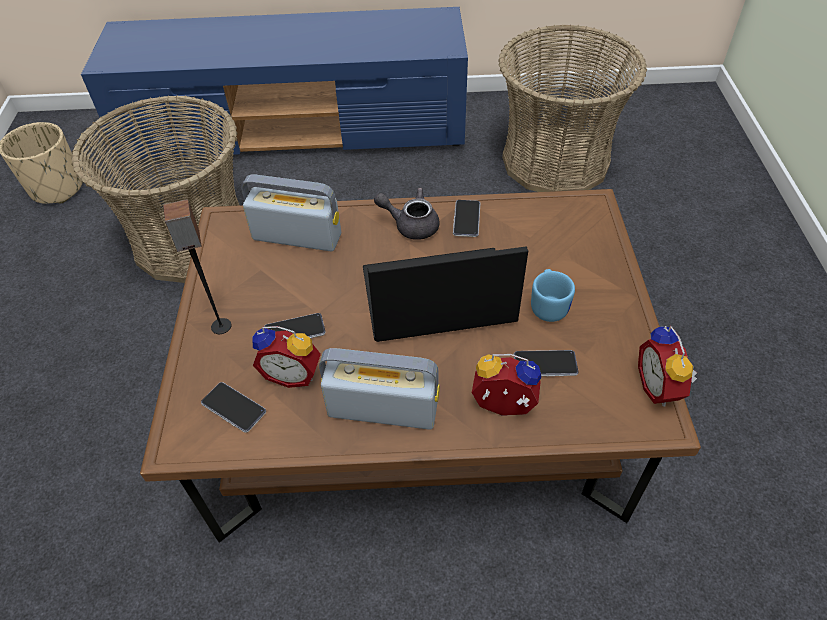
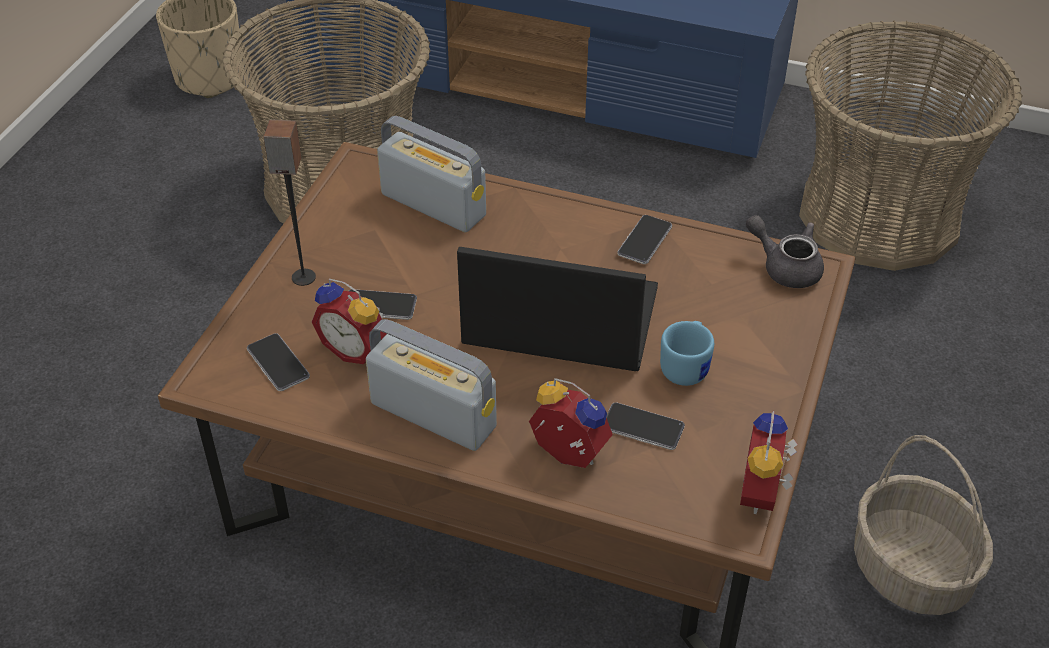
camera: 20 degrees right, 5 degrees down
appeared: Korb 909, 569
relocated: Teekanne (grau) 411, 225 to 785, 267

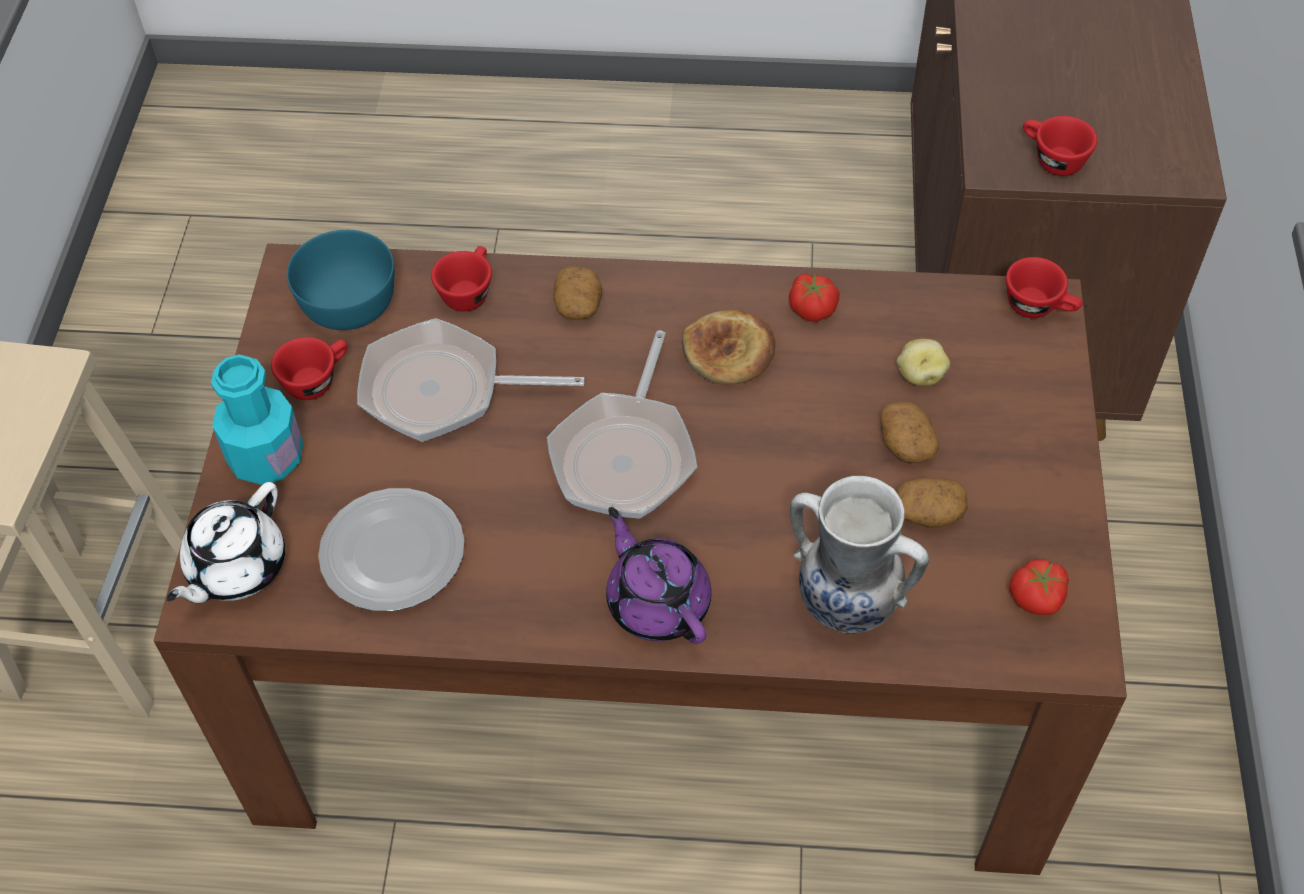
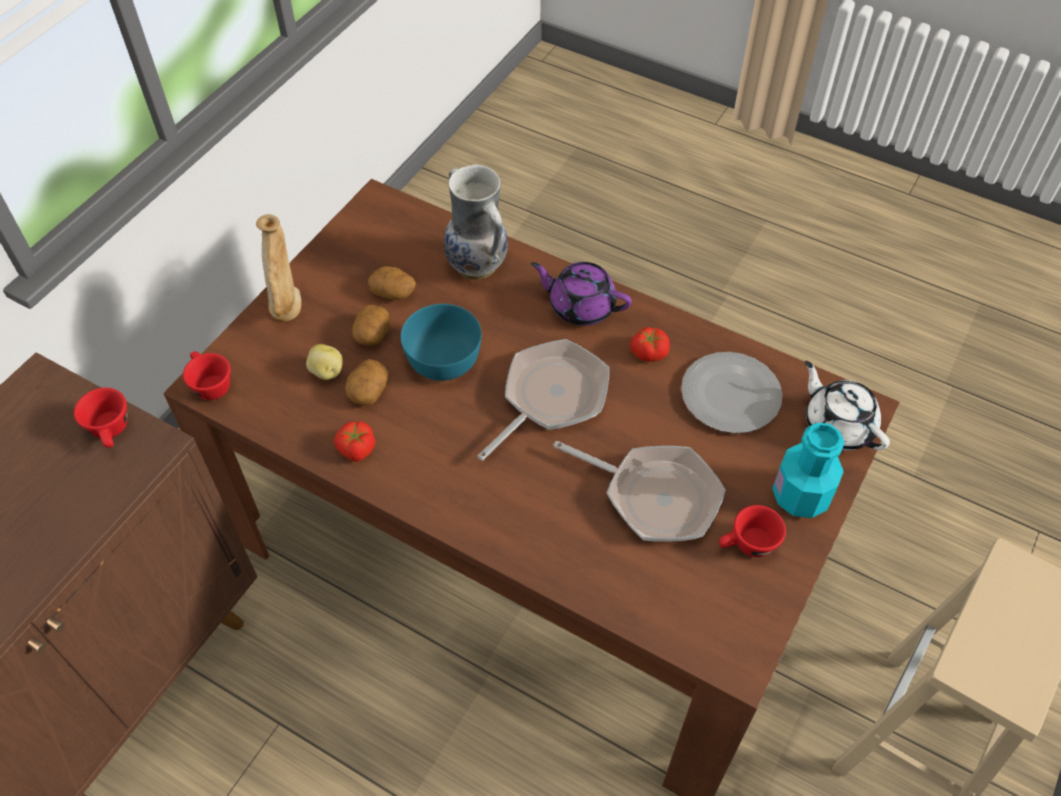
camera: 155 degrees left, 0 degrees up
missing: Tasse (rot) 468, 291; Brot 728, 352
appeared: Vase (beige) 285, 304
relocated: Schüssel (türkis) 347, 302 to 444, 359; Kartoffel 578, 305 to 368, 390; Tomate 1037, 597 to 648, 352
spun: Teekanne (weiß) 235, 568 = 838, 425 90 degrees counterclockwise; Teekanne (lila) 657, 602 = 581, 306 120 degrees clockwise

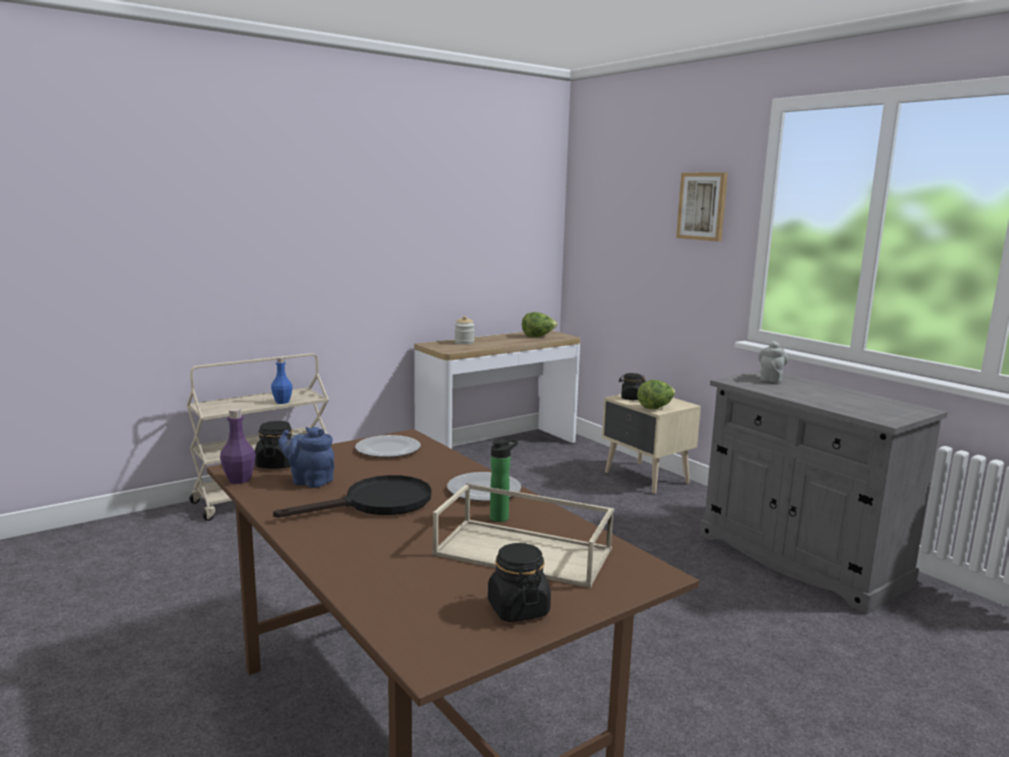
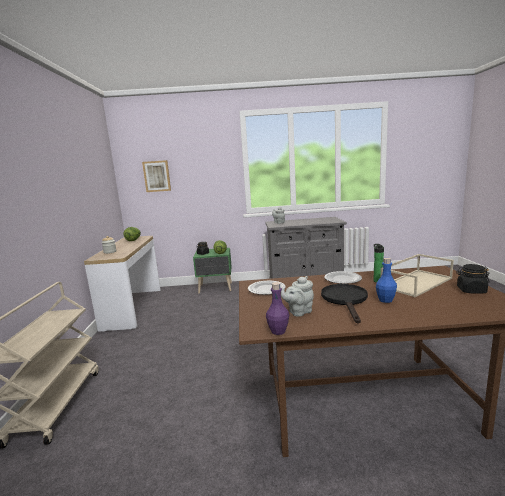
camera: 55 degrees left, 0 degrees up
missing: Vorratsglas (schwarz) 277, 464
relocated: Flasche (blau) 282, 402 to 385, 300; Bild 702, 206 to 157, 176
colour: Teekanne (blau) 309, 481 to Teekanne (grau) 298, 312; Nachttisch (beige) 646, 478 to Nachttisch (grün) 216, 288

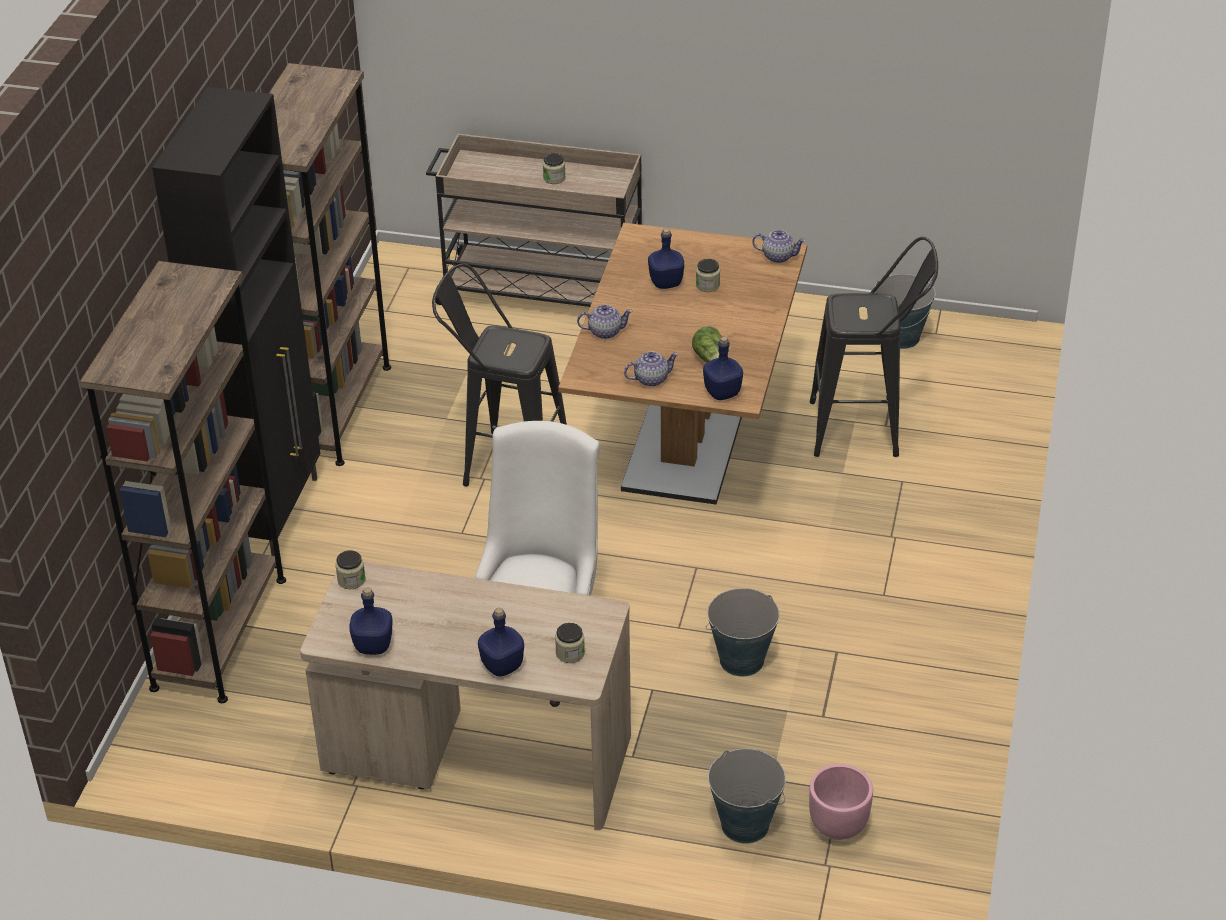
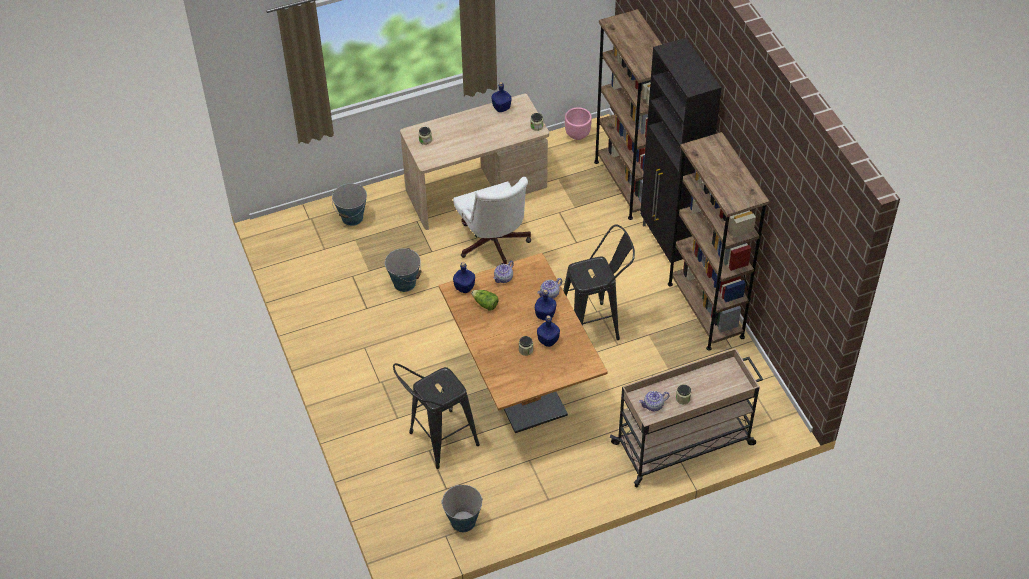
camera: 145 degrees right, 10 degrees up
relocated: Flasche (blau) 501, 666 to 545, 315; Teekanne 778, 256 to 653, 405; Pflanzkübel (rosa) 838, 828 to 577, 134

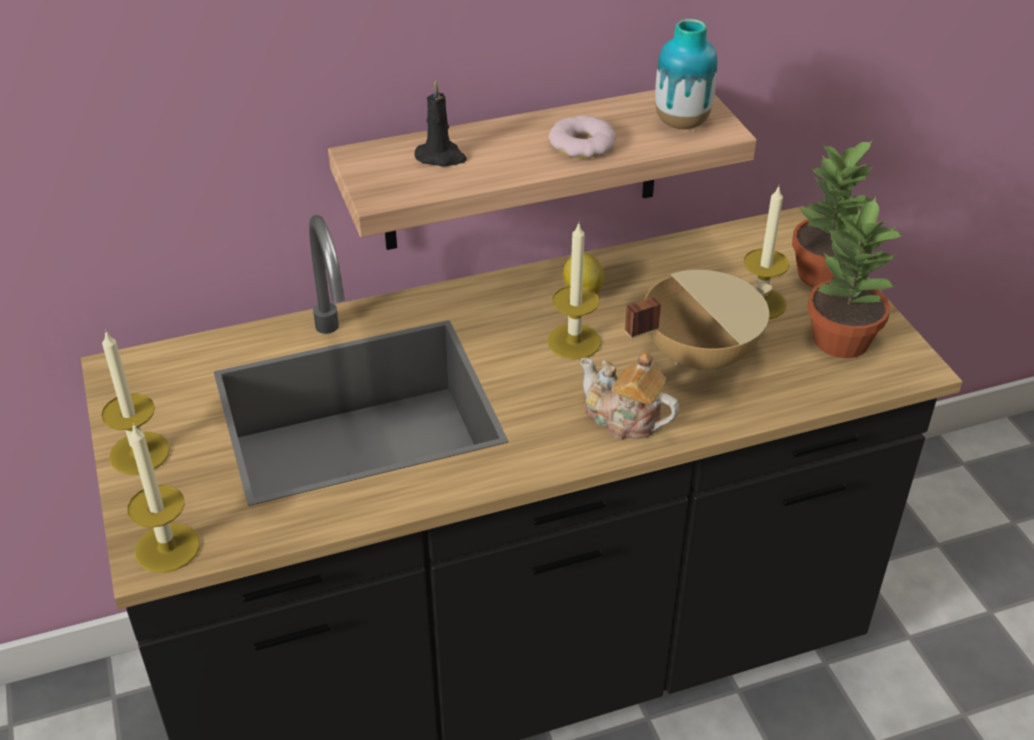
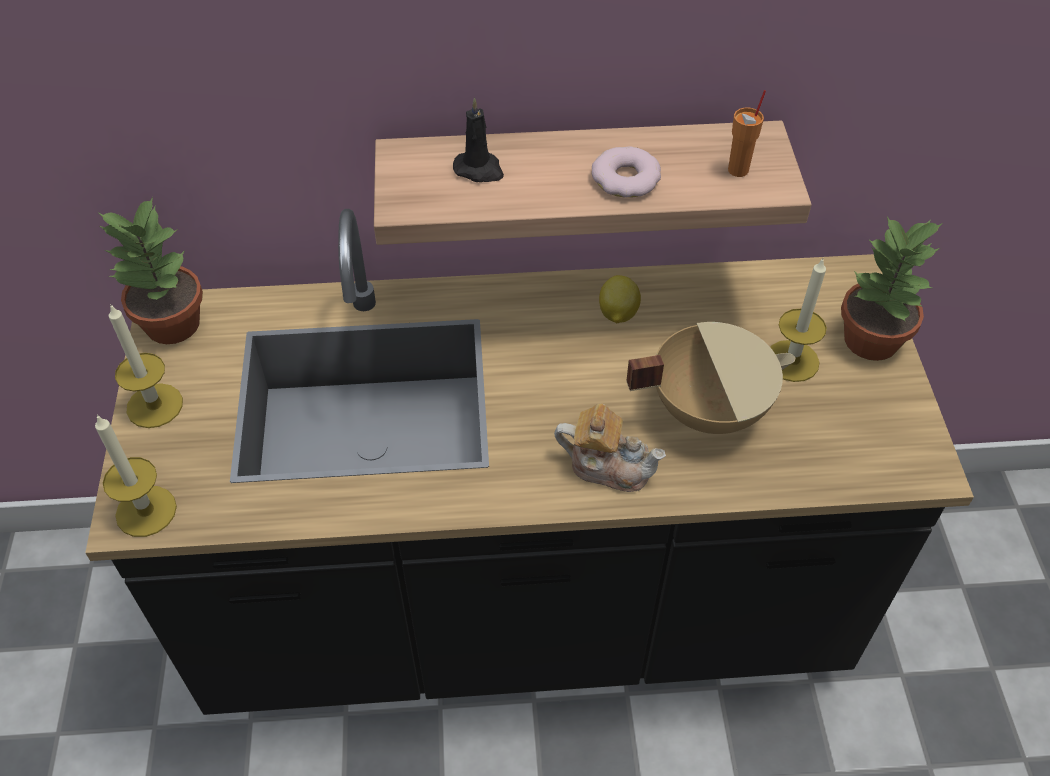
camera: 15 degrees right, 10 degrees up
missing: Kerze 574, 341
relocated: Topfpflanze 839, 341 to 171, 324
exchanged: Vase 681, 123 to Tasse (orange) 739, 170
spun: Teekanne 623, 419 = 608, 466 150 degrees clockwise

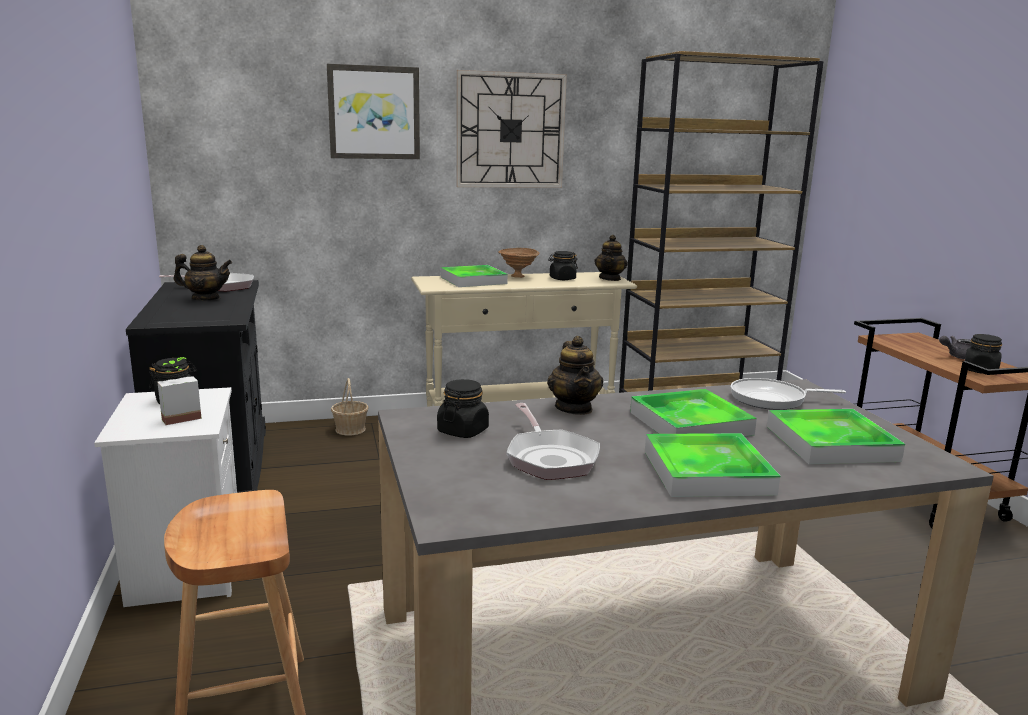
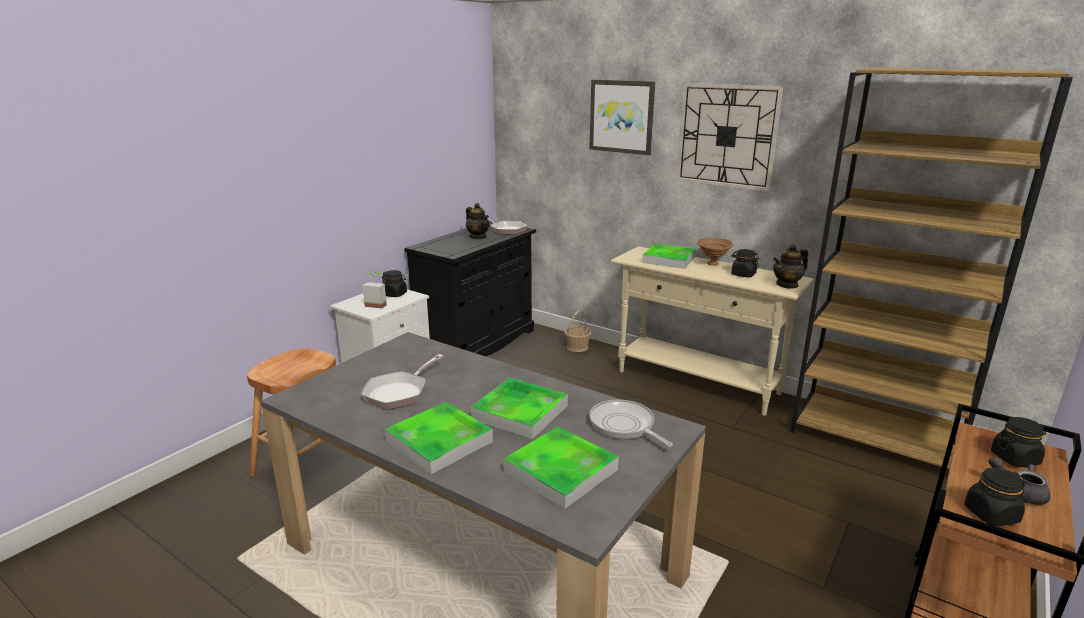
camera: 50 degrees right, 5 degrees up
missing: Teekanne 574, 408
relocated: Vorratsglas (schwarz) 463, 431 to 1015, 458

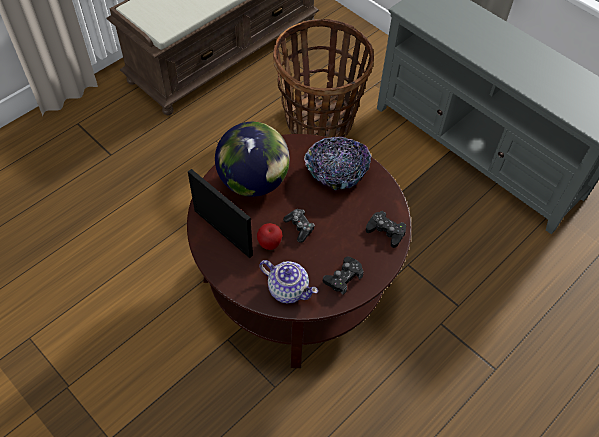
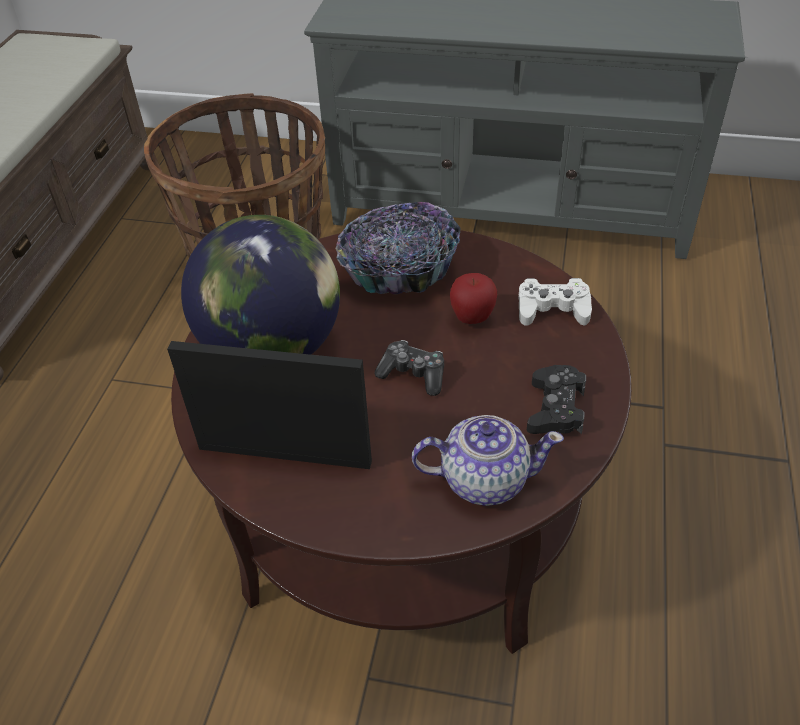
camera: 30 degrees left, 10 degrees down
relocated: Apfel 269, 244 to 472, 318
colour: Gamepad (schwarz) 386, 231 to Gamepad (weiß) 552, 309

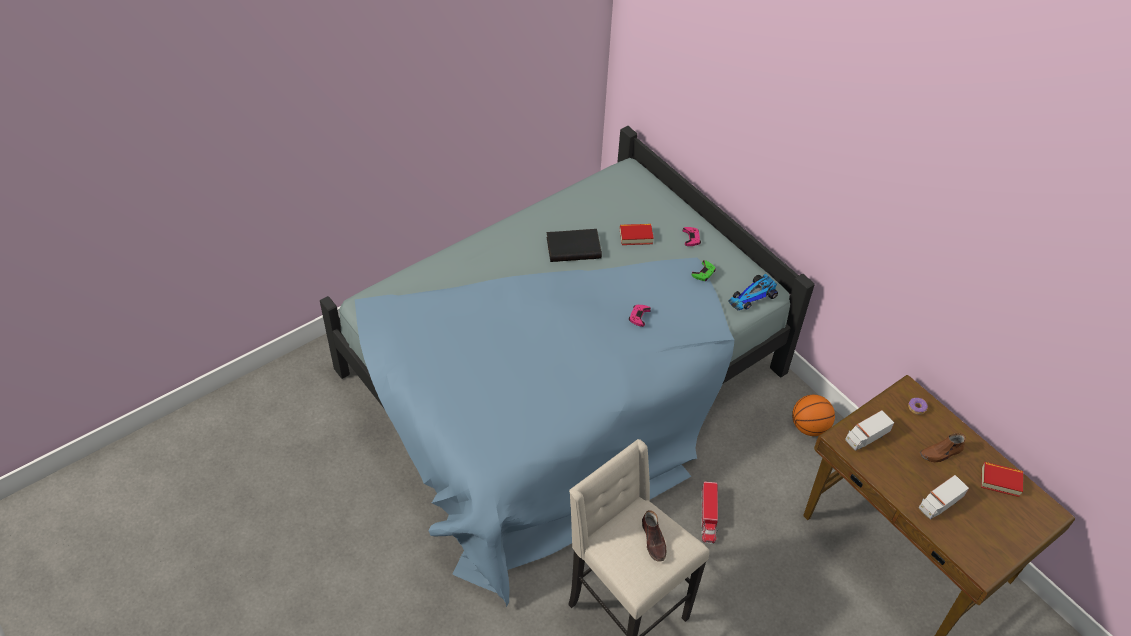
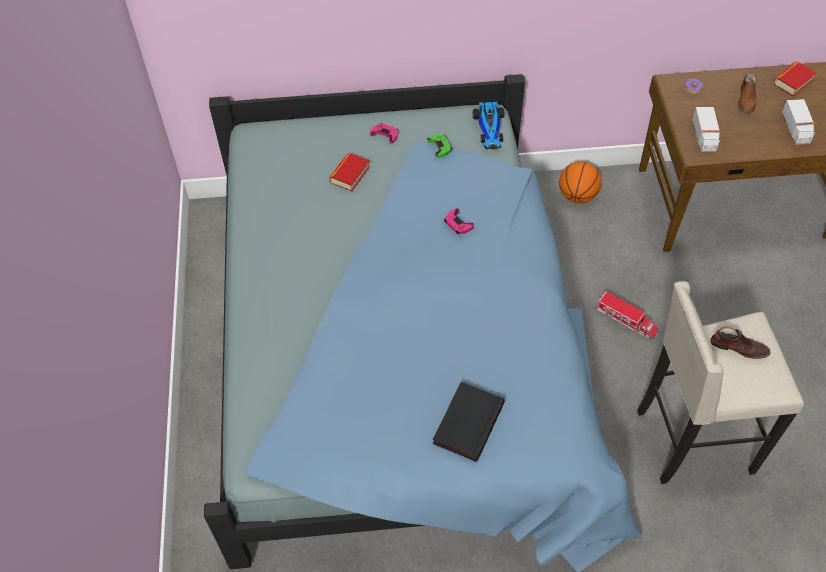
camera: 55 degrees left, 5 degrees up
relocated: Buch (schwarz) 573, 247 to 467, 422

